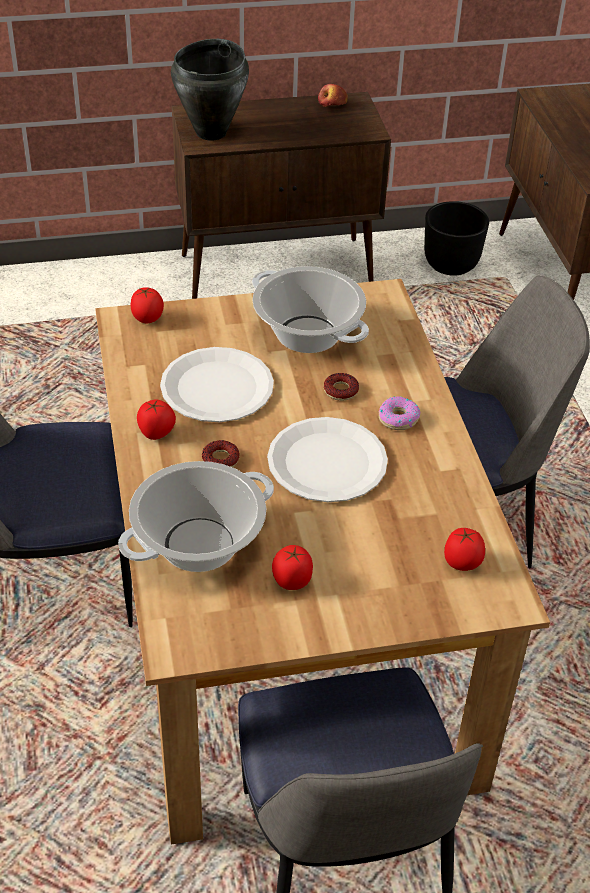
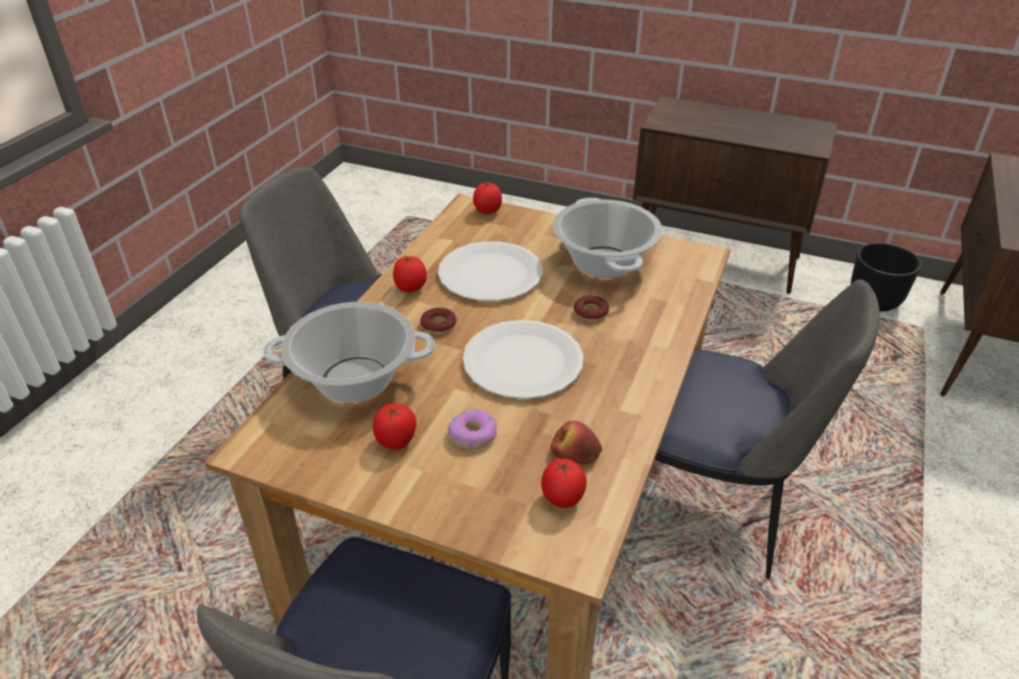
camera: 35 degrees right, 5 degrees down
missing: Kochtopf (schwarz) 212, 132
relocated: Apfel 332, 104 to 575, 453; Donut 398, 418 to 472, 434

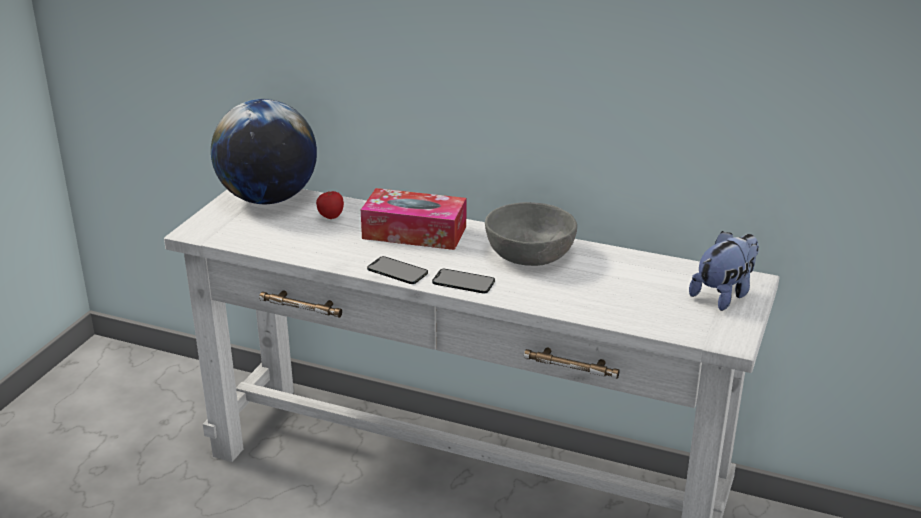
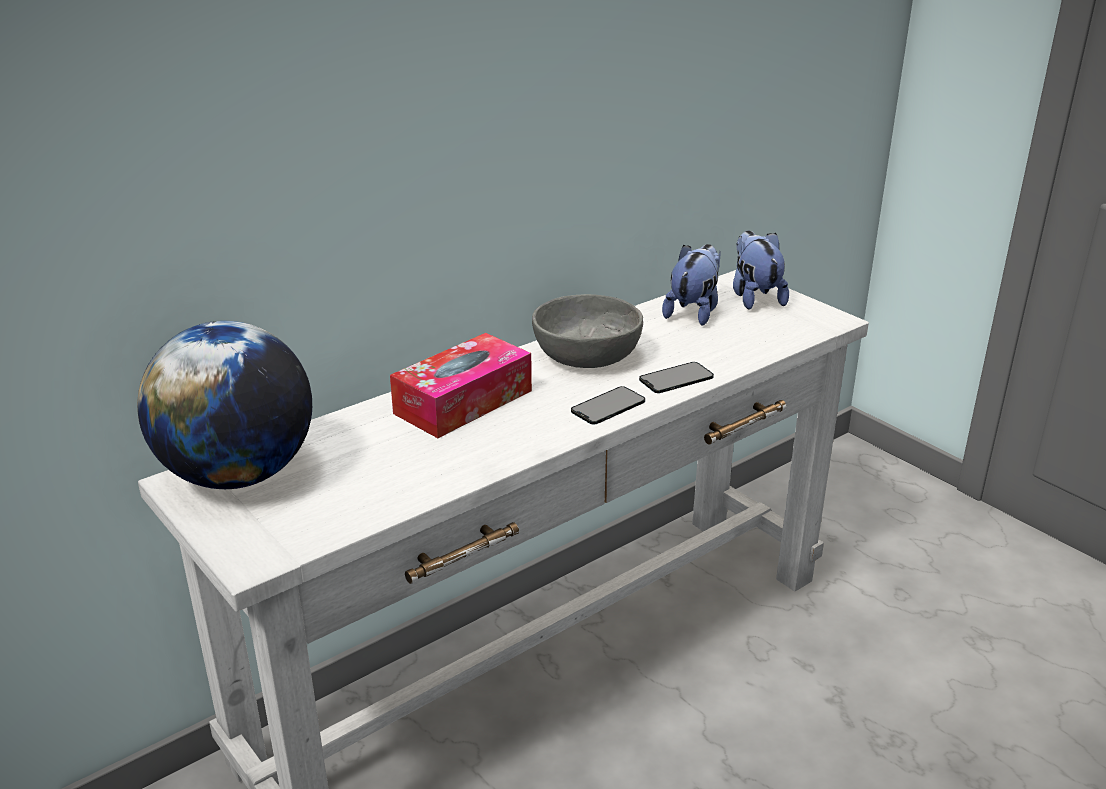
camera: 60 degrees left, 0 degrees up
missing: Apfel 330, 217
appeared: Plüschtier 693, 312
relocated: Handy 397, 271 to 676, 378

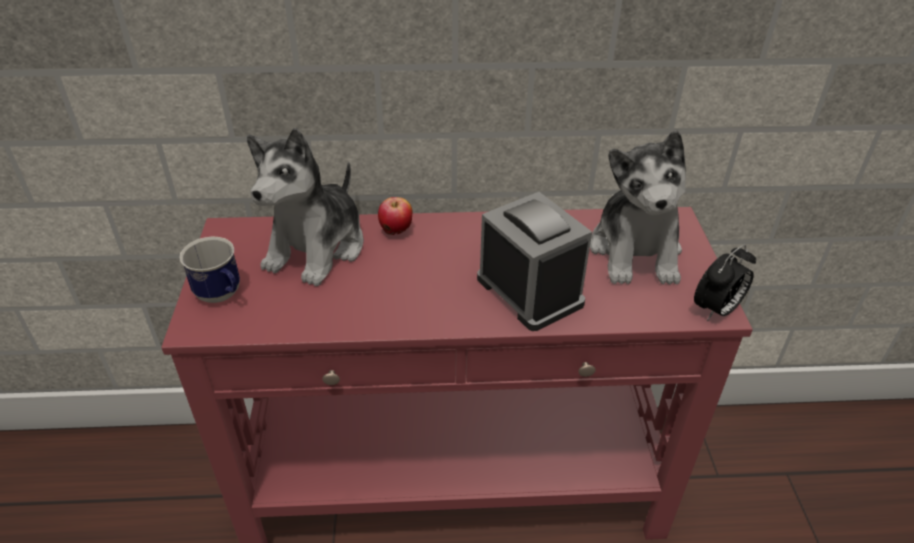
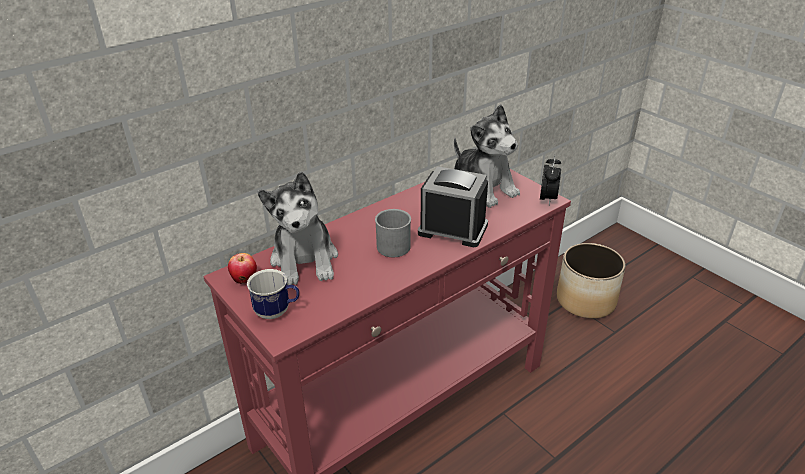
camera: 35 degrees left, 5 degrees down
appeared: Henkelbecher (grau) 395, 244; Pflanzkübel 586, 300
relocated: Apfel 396, 231 to 245, 280

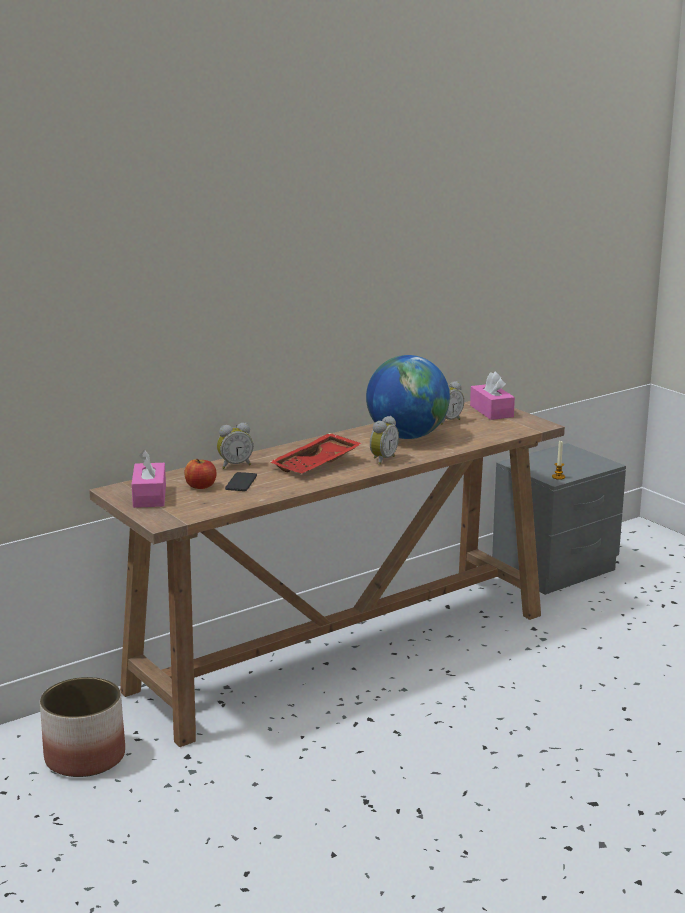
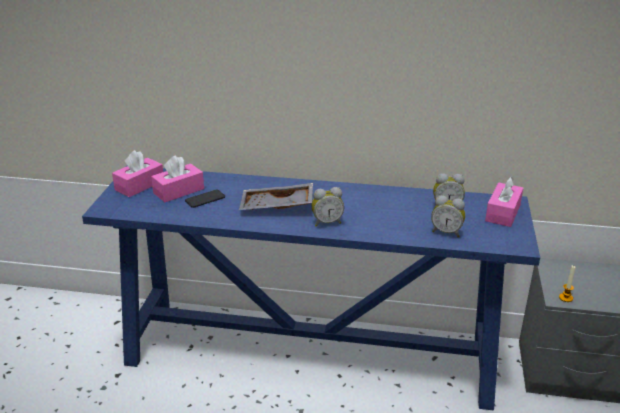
camera: 45 degrees right, 10 degrees up
missing: Pflanzkübel 85, 757; Globus 406, 436
relocated: Wecker 235, 465 to 446, 232
exchanged: Apfel 201, 486 to Taschentuchbox (rosa) 179, 191
colour: Konsolentisch (braun) 344, 651 to Konsolentisch (blau) 312, 353; Tablett (rot) 317, 465 to Tablett (grau) 276, 206

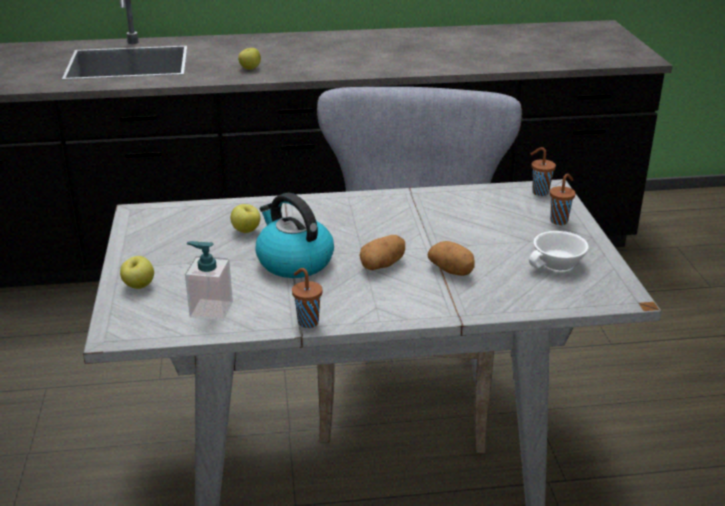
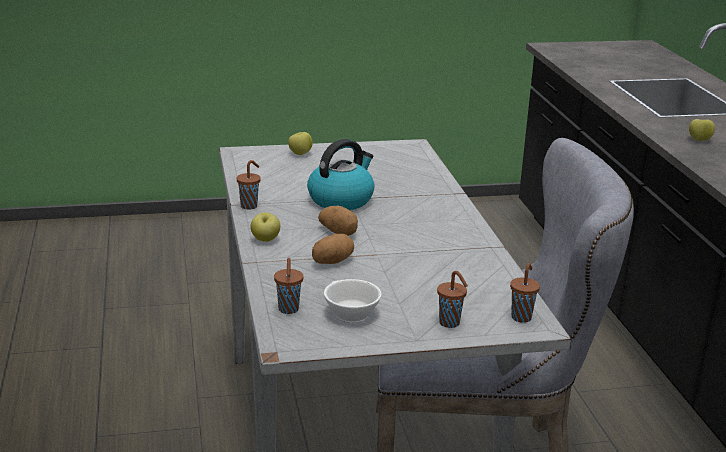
camera: 85 degrees right, 5 degrees down
missing: Seifenspender 211, 309
appeared: Tasse (braun) 288, 310
relocated: Apfel 246, 231 to 265, 240

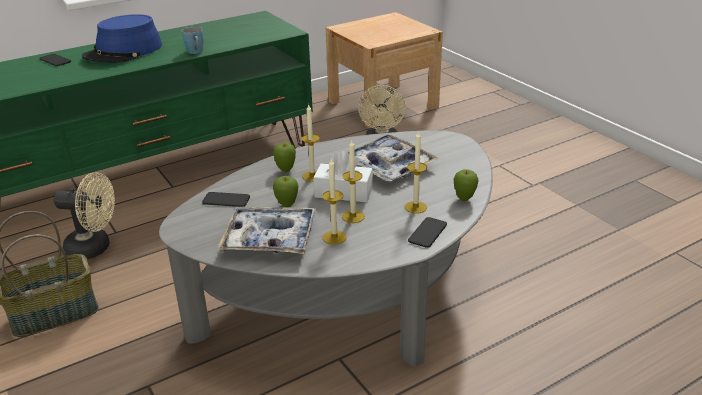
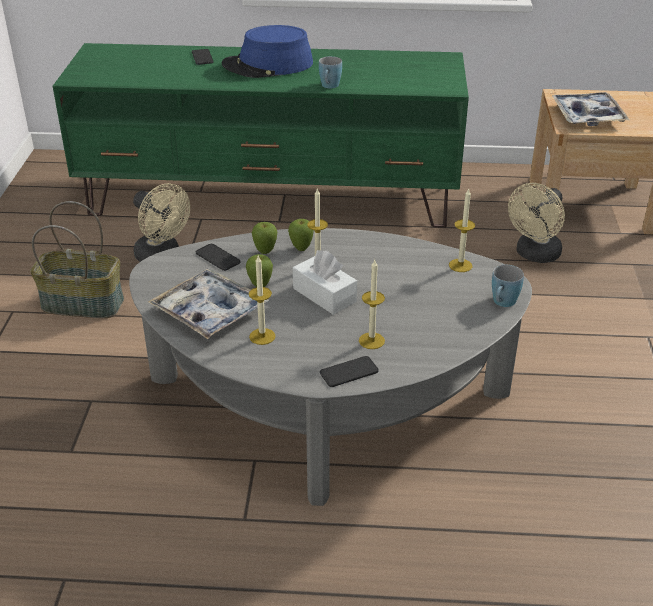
camera: 35 degrees right, 5 degrees up
appeared: Henkelbecher (blau) 502, 303
relocated: Kerze 353, 216 to 460, 265; Tablett 389, 165 to 588, 116; Apfel 464, 199 to 265, 252

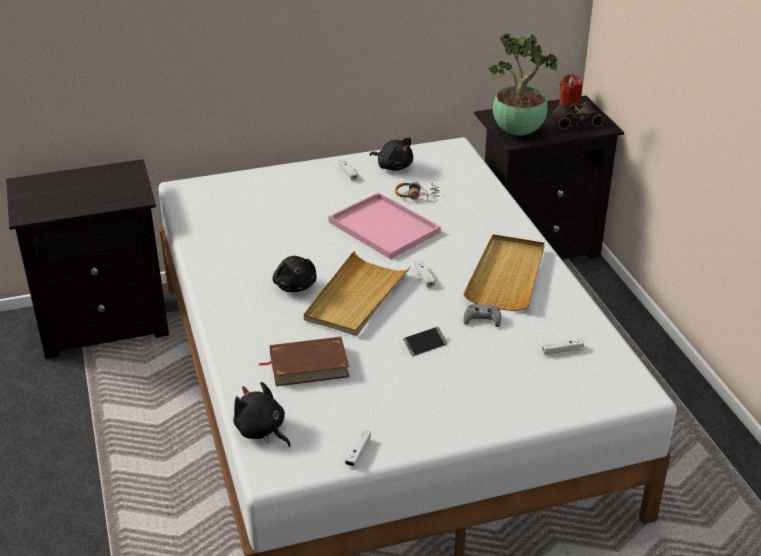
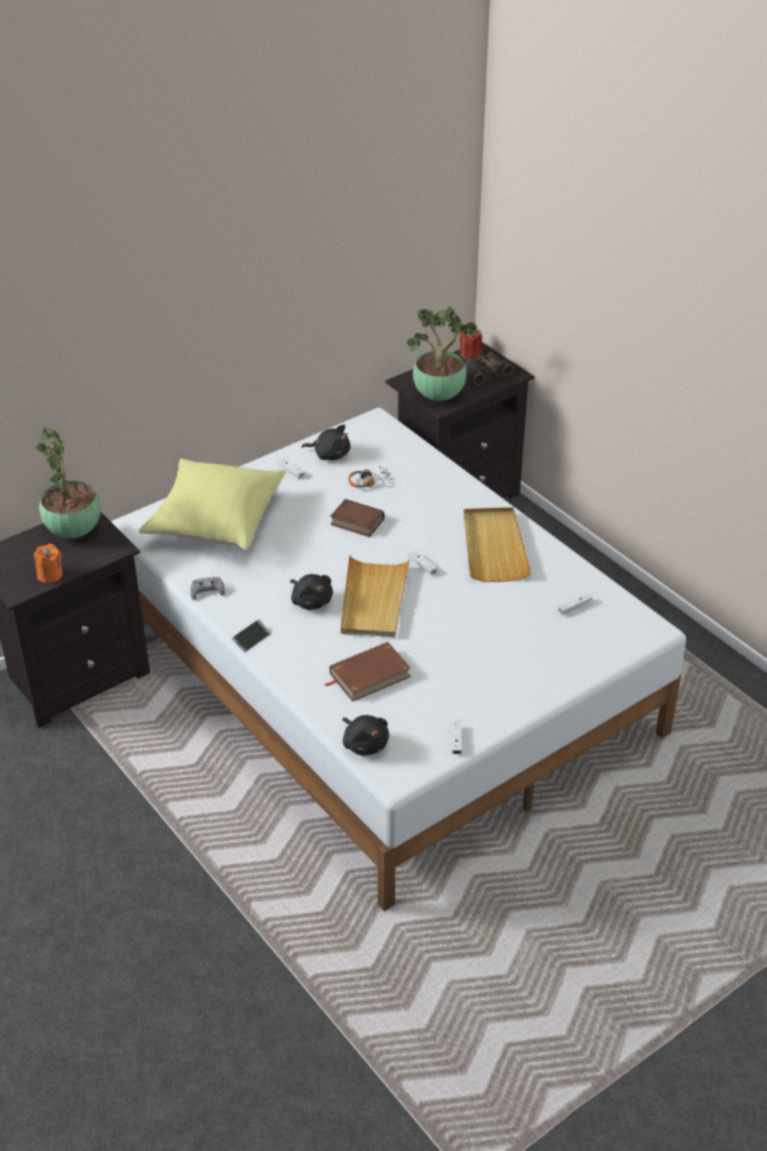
camera: 20 degrees left, 5 degrees up
appeared: Kerze (orange) 50, 575; Topfpflanze 74, 532; Kissen (gelb) 215, 521
relocated: Handy 425, 345 to 251, 639; Gamepad (grau) 482, 319 to 207, 591
exchanged: Tablett (rosa) 382, 227 to Buch 356, 522
spun: Plüschtier (schwarz) 261, 431 = 364, 744 150 degrees counterclockwise

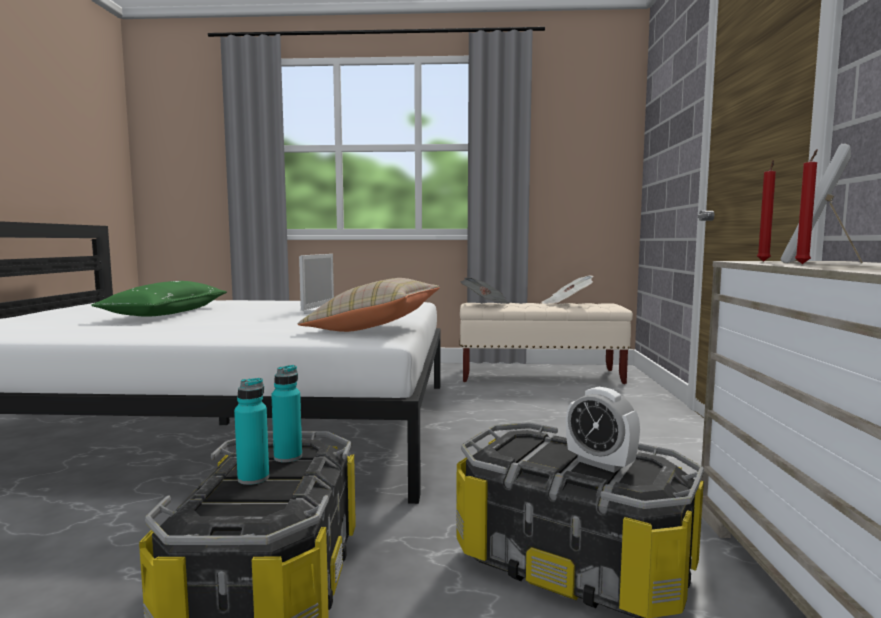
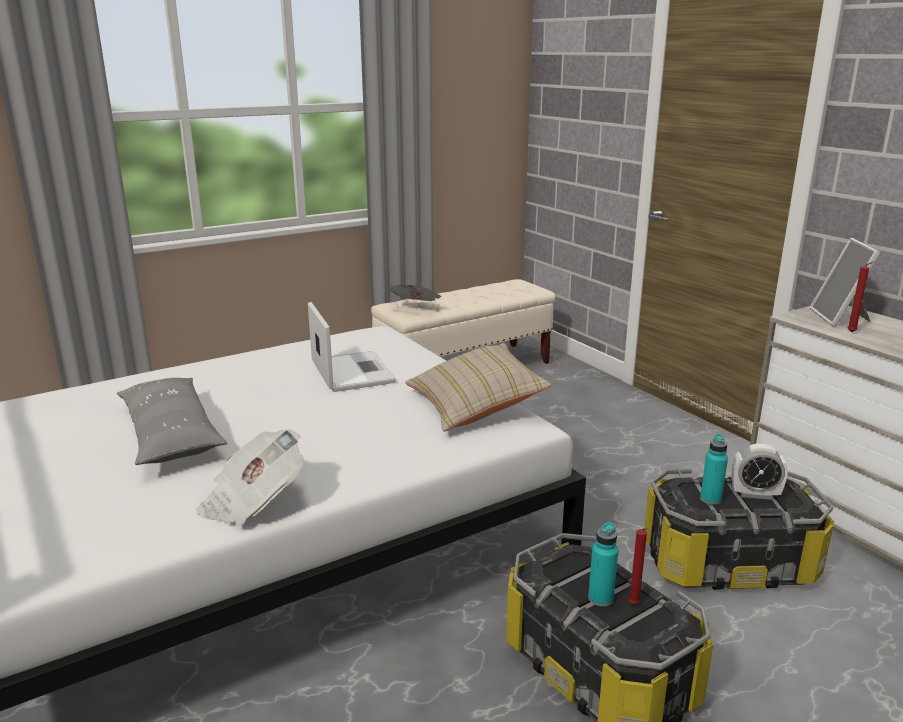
camera: 35 degrees left, 15 degrees up
relocated: Flasche (türkis) 288, 457 to 710, 499; Zeitung 567, 303 to 252, 501; Kerze (rot) 763, 261 to 634, 605
colour: Kissen (grün) 167, 313 to Kissen (grau) 170, 434

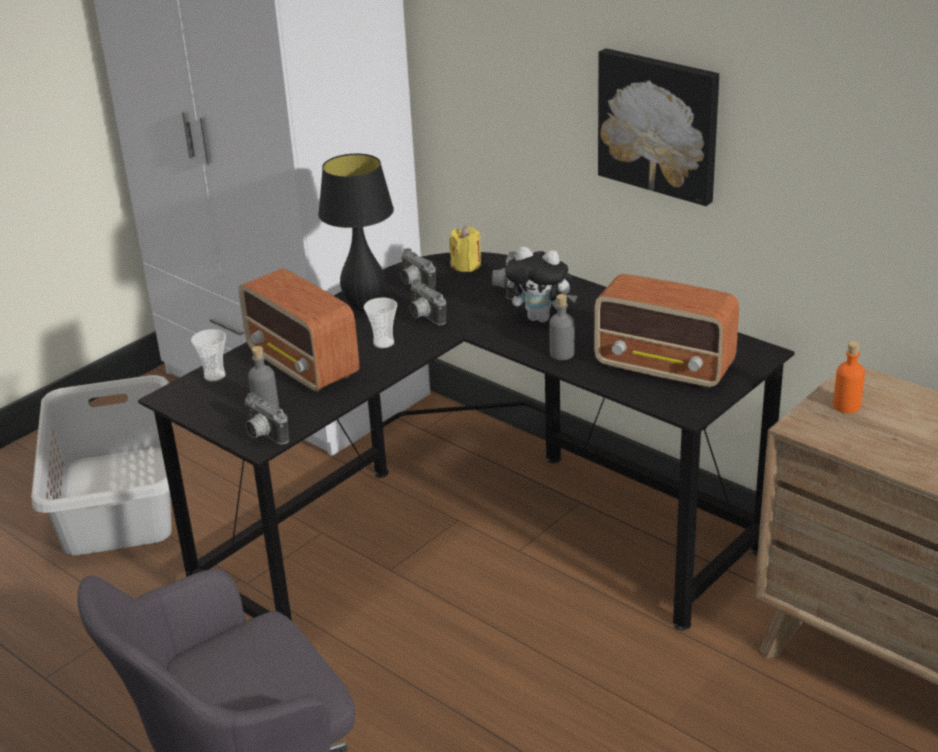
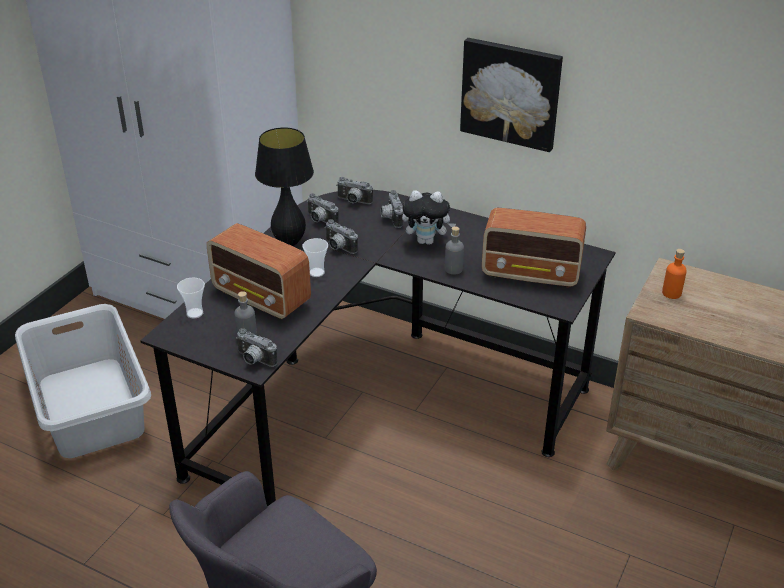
camera: 15 degrees left, 5 degrees up
exchanged: Kerze (gelb) 466, 265 to Kamera 353, 202

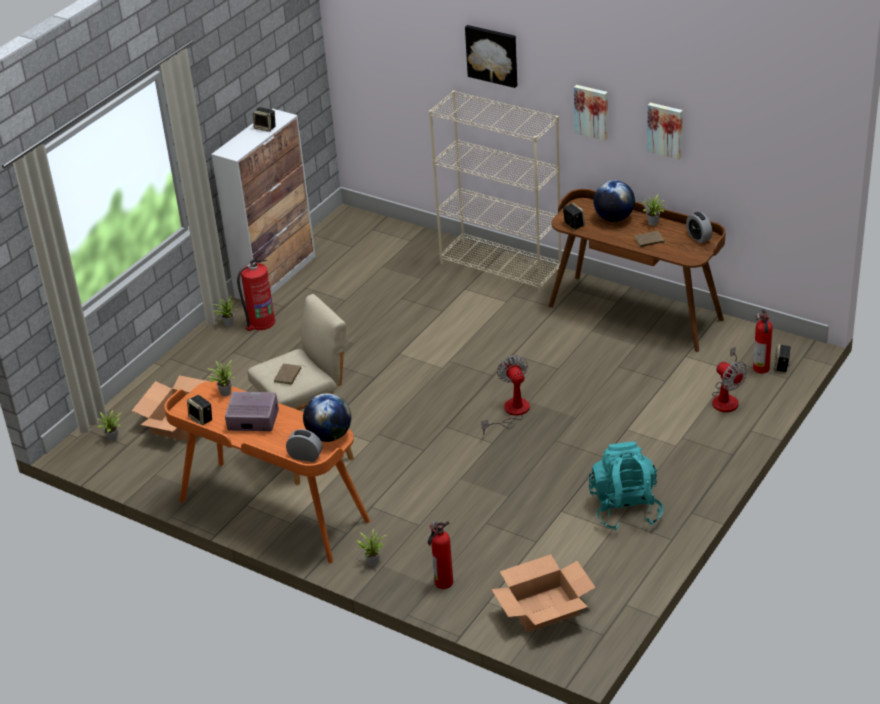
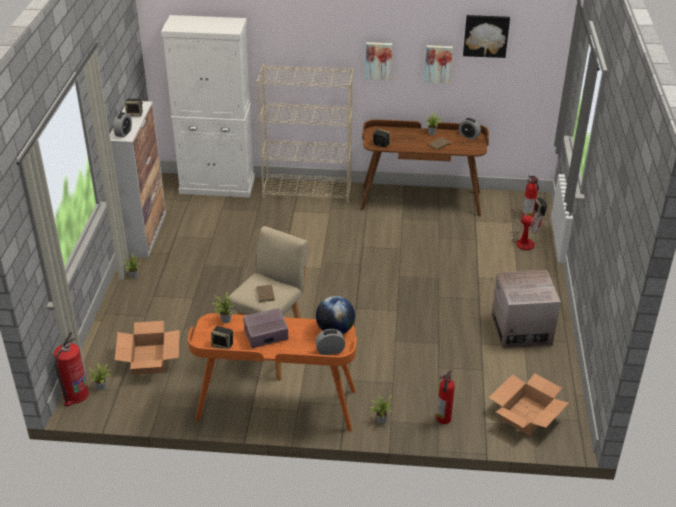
camera: 30 degrees left, 0 degrees up
missing: Ventilator 511, 413; Globus 614, 218
appeared: Wecker 123, 133; Schrank (weiß) 217, 186
relocated: Feuerlöscher 260, 322 to 75, 395; Bild 492, 55 to 486, 35
exchanged: Rucksack (türkis) 625, 509 to Karton 521, 330

